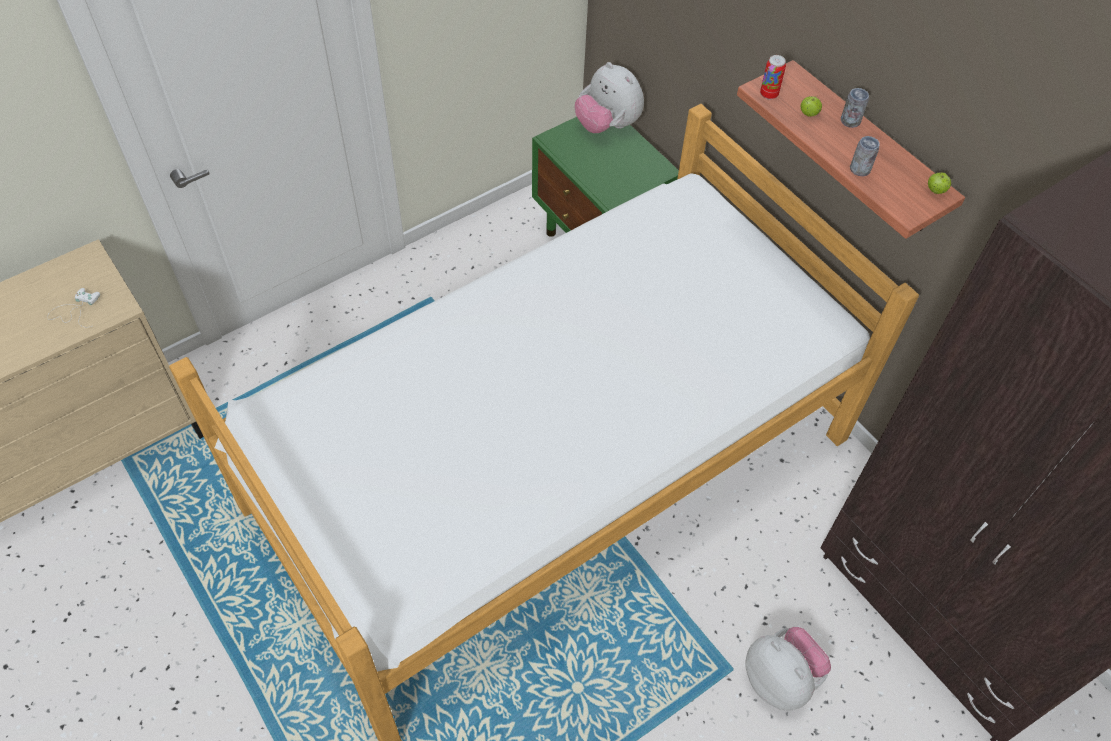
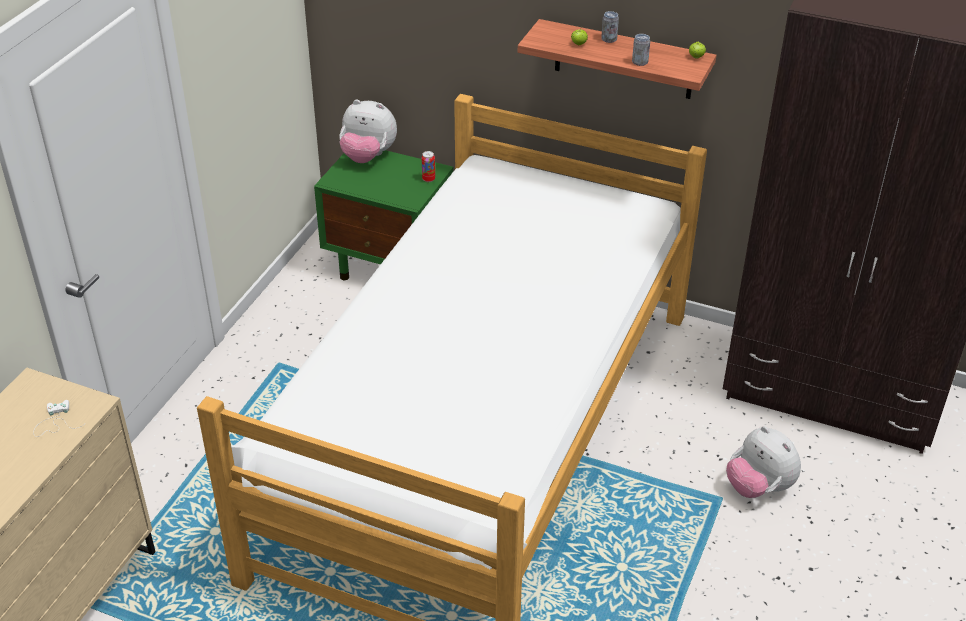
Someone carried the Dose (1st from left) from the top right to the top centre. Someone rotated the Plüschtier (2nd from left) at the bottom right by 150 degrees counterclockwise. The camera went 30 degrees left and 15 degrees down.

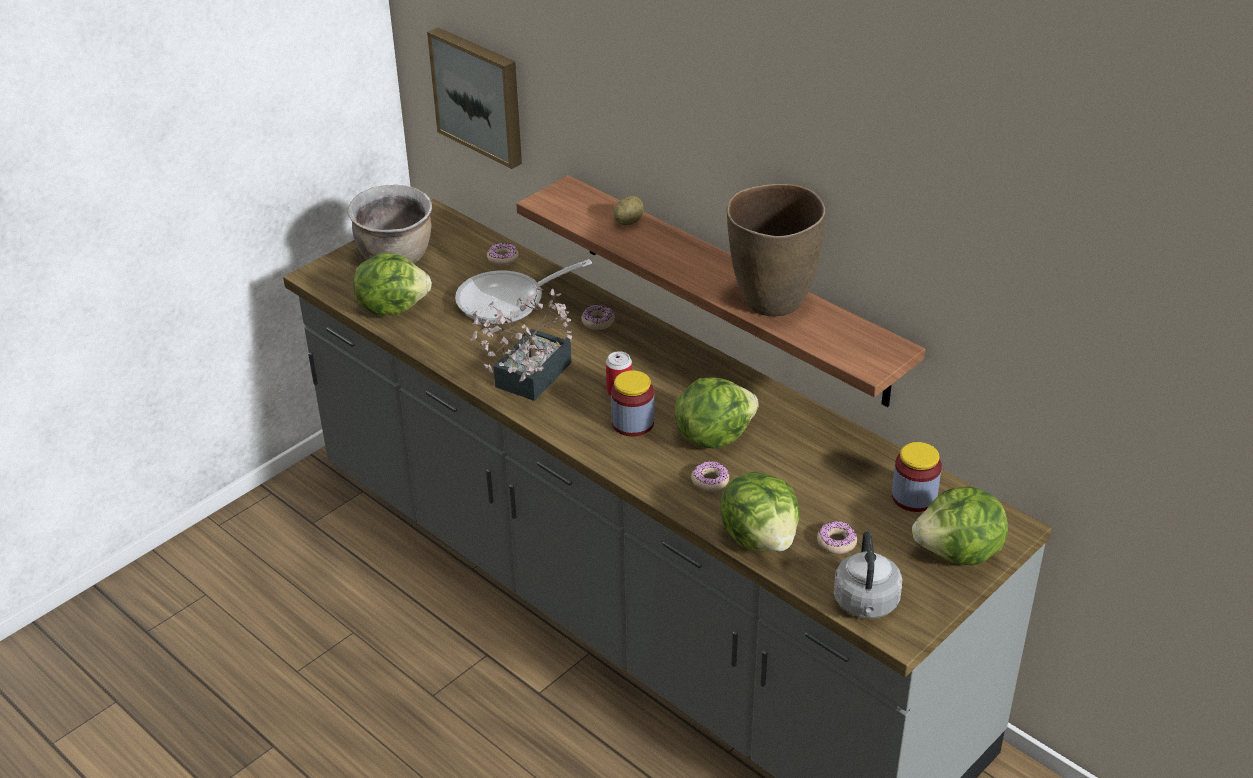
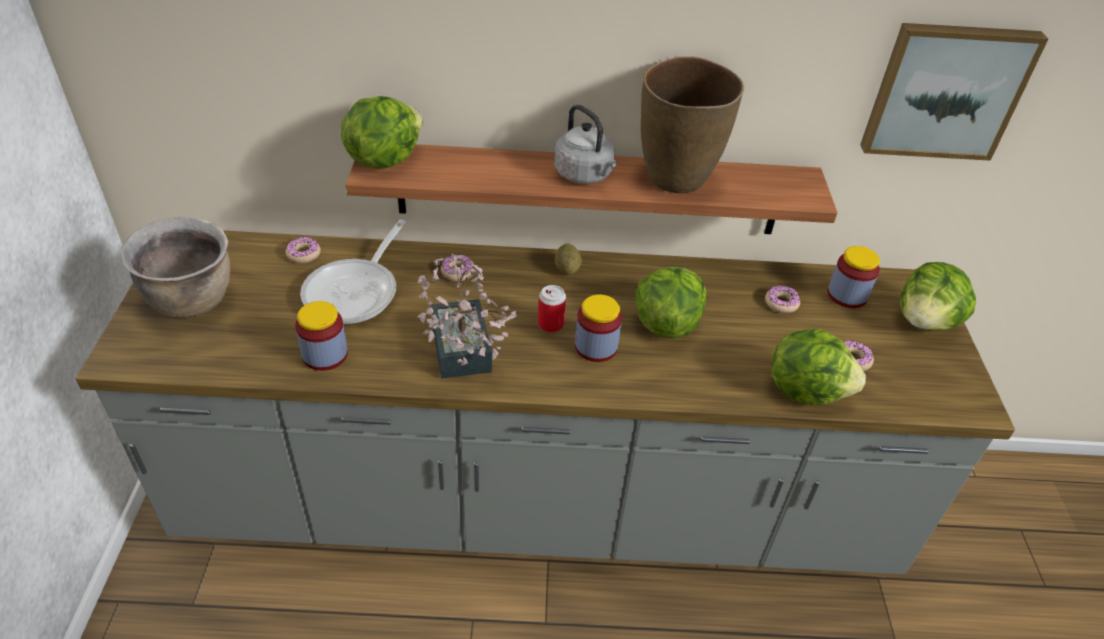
Someone put down the Vorratsglas (1st from left) at the middle left. Someone carried the Salatkopf (1st from left) from the middle left to the top centre. Someone carried the Wasserkessel [grau] from the bottom right to the top centre. Someone carried the Kartoffel from the top centre to the centre. Someone carried the Donut (3rd from left) from the centre to the middle right. Someone carried the Bild from the top centre to the top right. The camera went 45 degrees left and 5 degrees up.

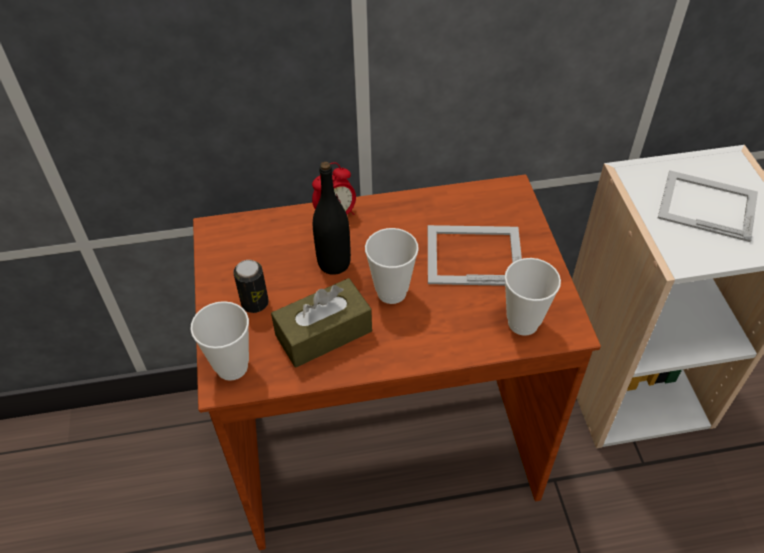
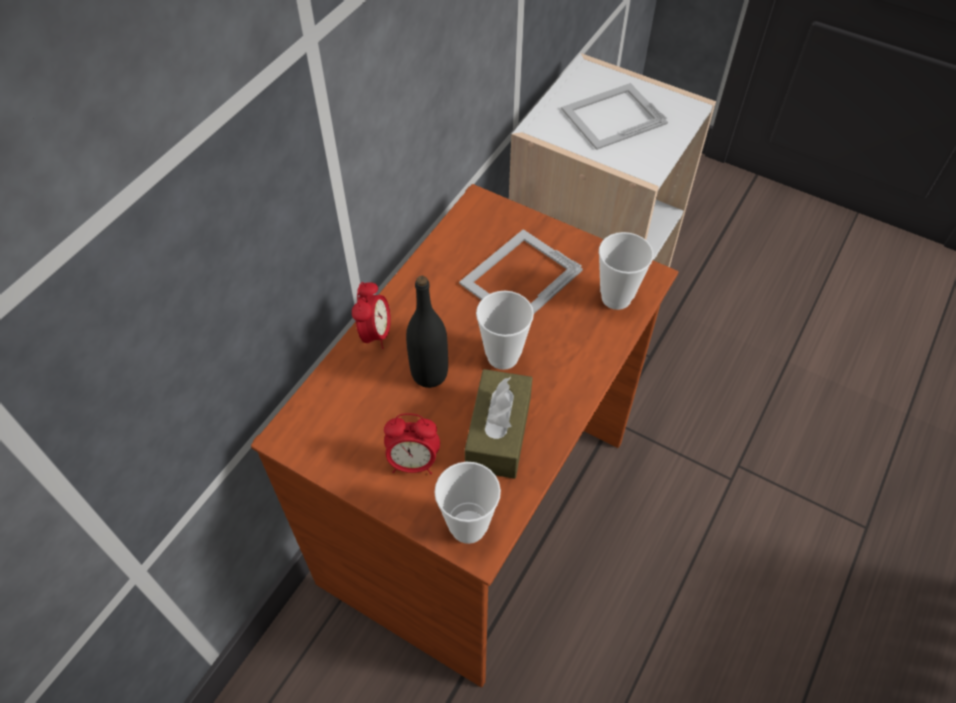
Someone swapped the Dose at the middle left for the Wecker (2nd from left) at the centre. The camera went 50 degrees left and 5 degrees up.

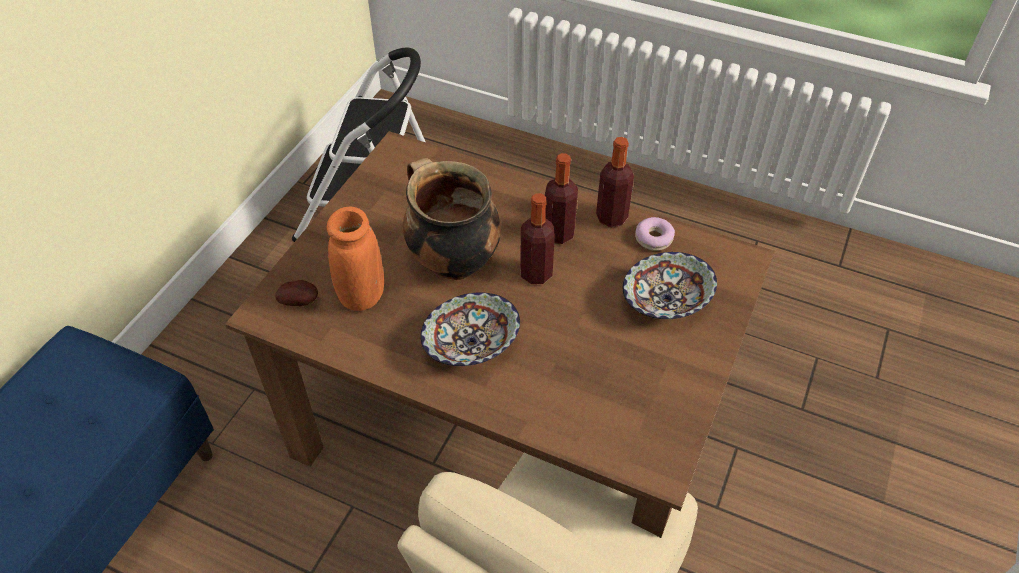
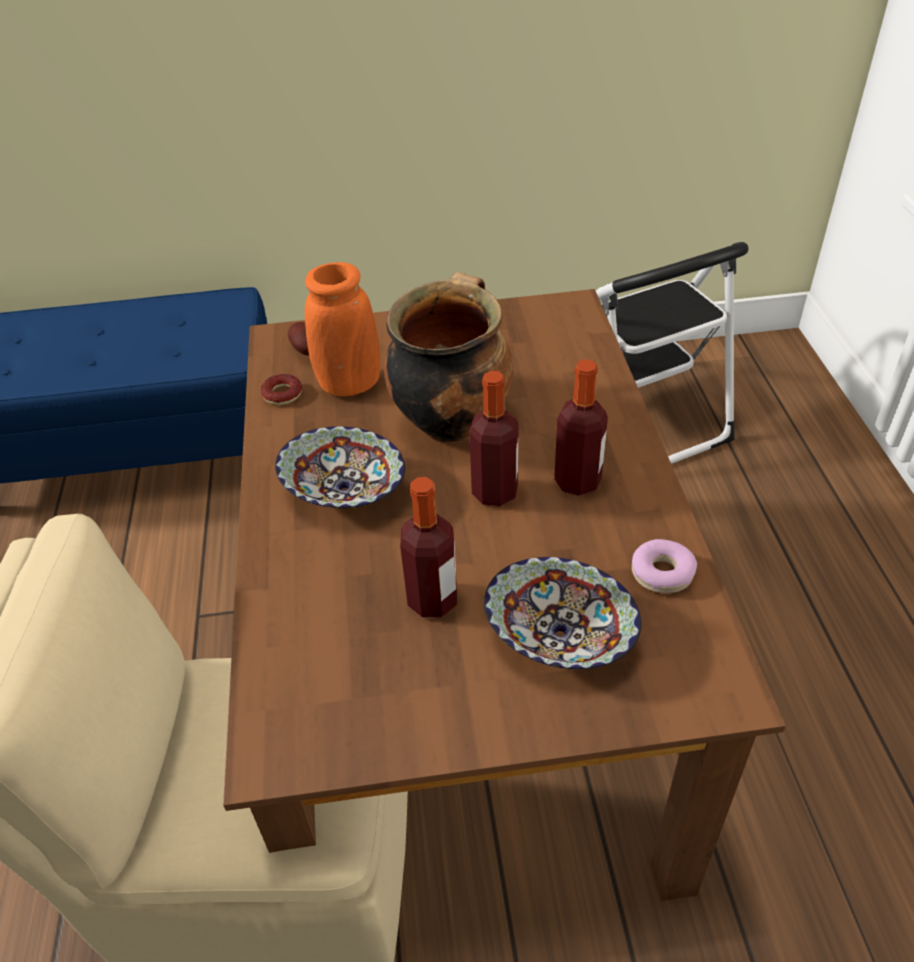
Someone put down the Donut (1st from left) at the middle left. Someone carried the Flasche (3rd from left in the first image) from the top centre to the centre. The camera went 60 degrees right and 5 degrees down.

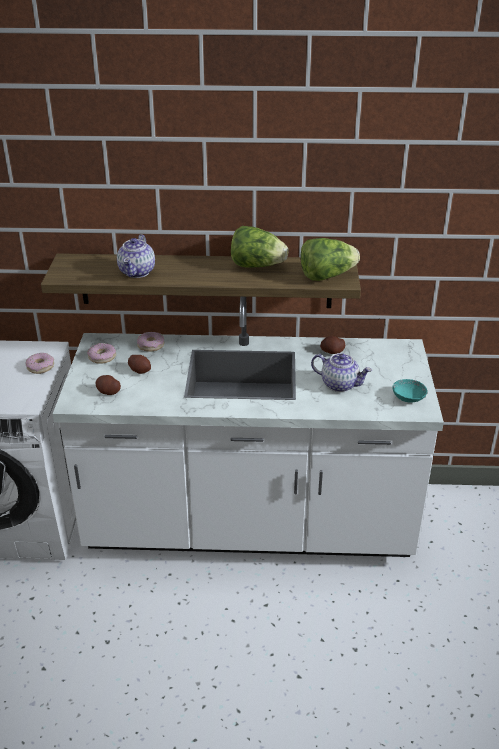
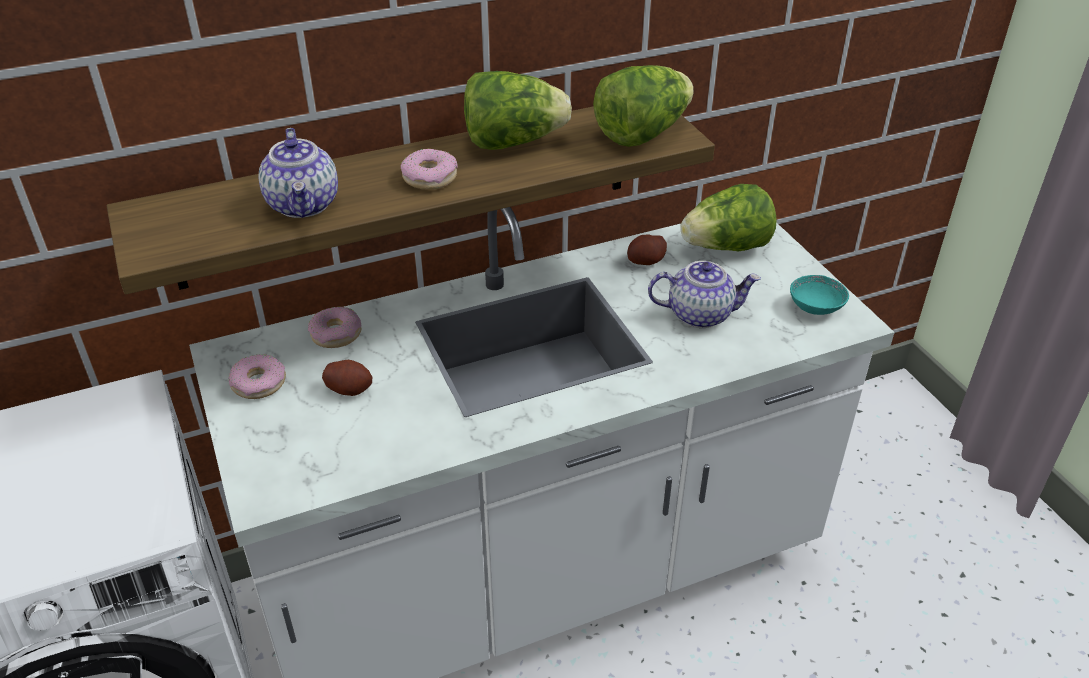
Someone carried the Donut (1st from left in the first image) from the middle left to the top centre. Someone put down the Salatkopf (3rd from left) at the top right. Someone took away the Kartoffel (1st from left) at the middle left. The camera went 25 degrees left and 5 degrees up.

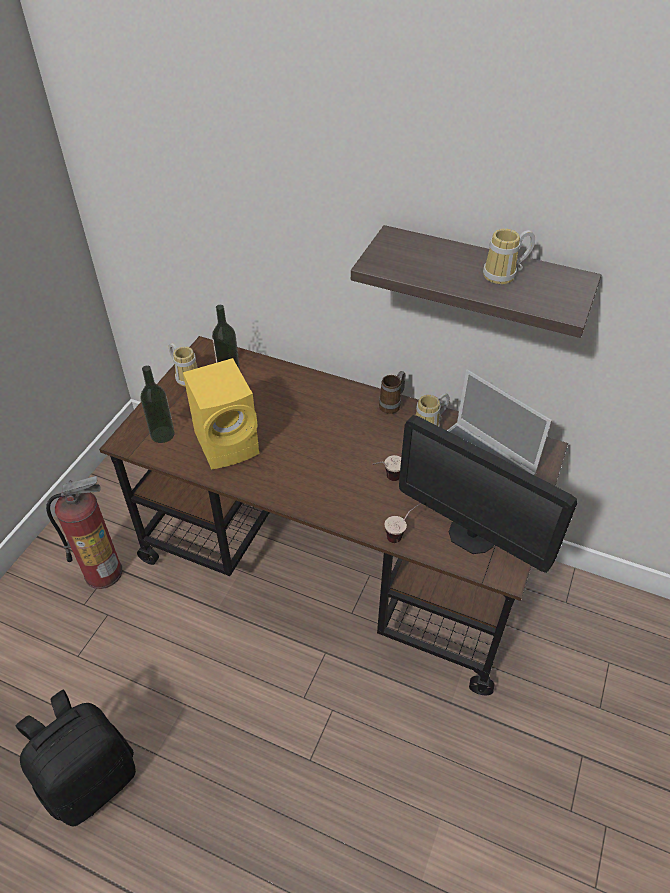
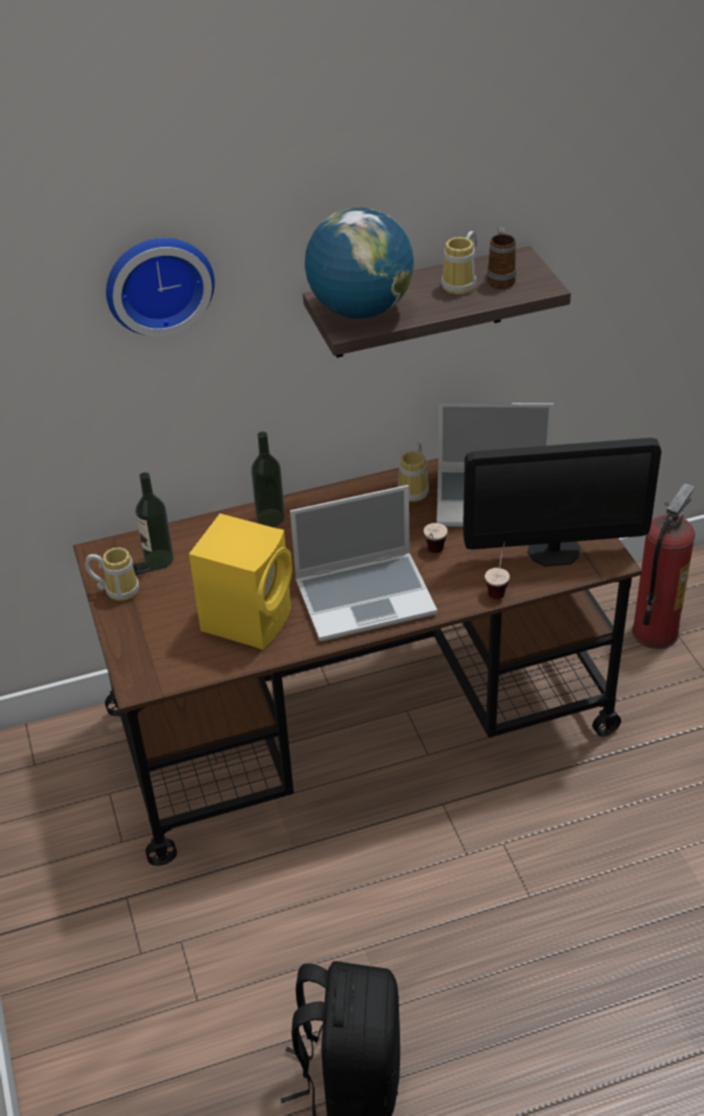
Someone put up the Wanduhr at the top left. Someone carried the Flasche (1st from left in the first image) from the middle left to the centre. Someone put down the Laptop (1st from left) at the centre. Someone put down the Globus at the top centre. Someone carried the Henkelbecher (2nd from left in the first image) from the centre to the top right. Someone carried the Feuerlöscher from the middle left to the middle right. The camera went 40 degrees left and 5 degrees down.

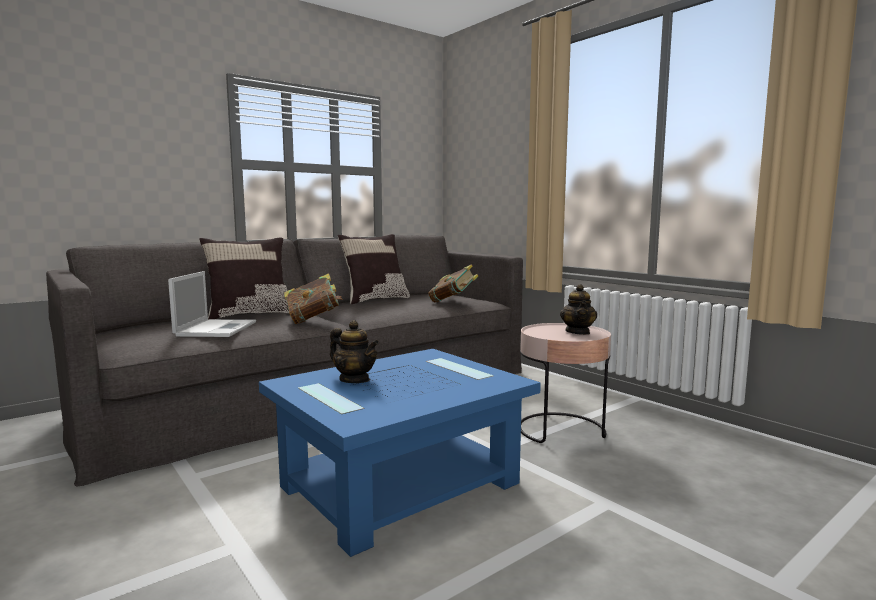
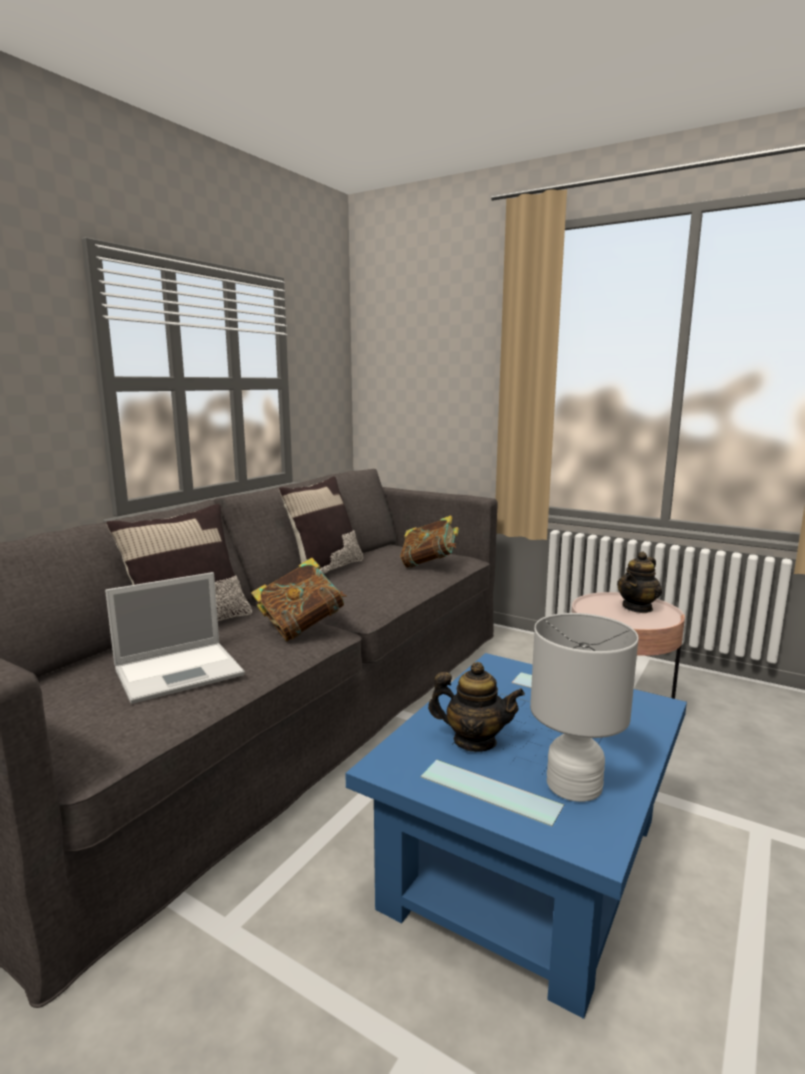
Someone rotated the Laptop at the middle left by 75 degrees clockwise. Someone put down the Tischlampe [grau] at the middle right. Someone rotated the Teekanne (2nd from left) at the centre by 60 degrees clockwise. The camera went 20 degrees left and 5 degrees up.

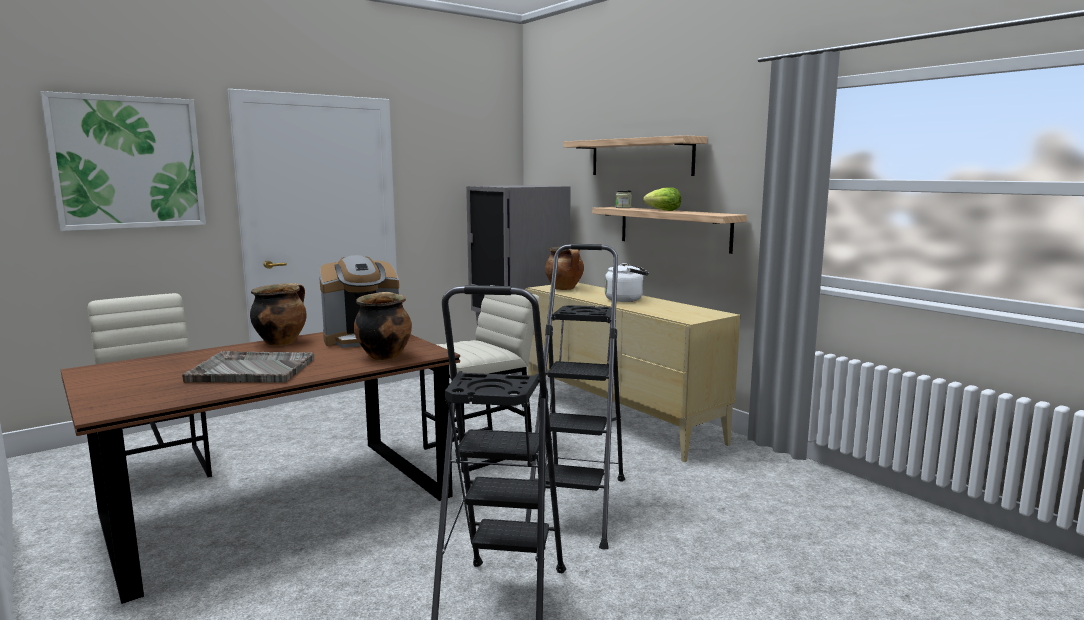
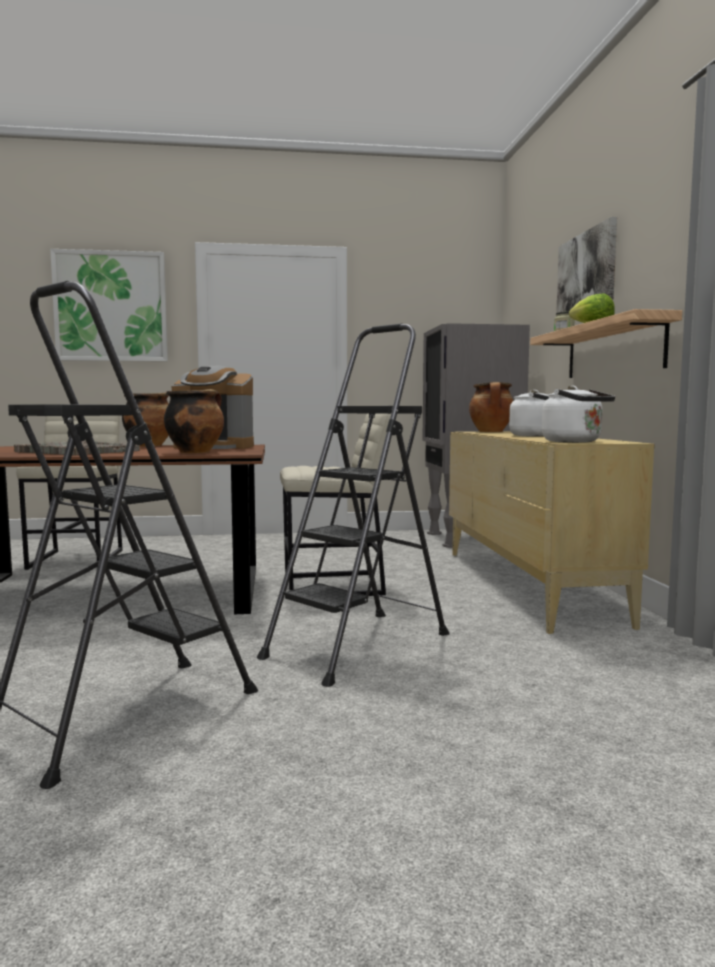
Someone put down the Wasserkessel [weiß] (2nd from left) at the middle right. Someone swapped the Wandregal (1st from left) at the top centre for the Bild (2nd from left) at the top right. The camera went 30 degrees right and 5 degrees down.

